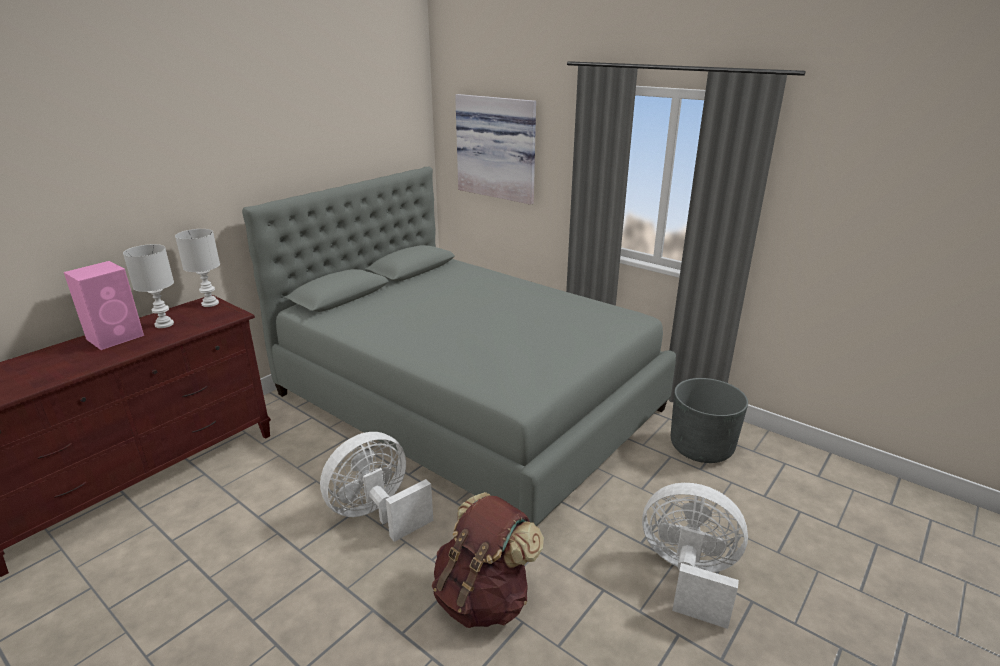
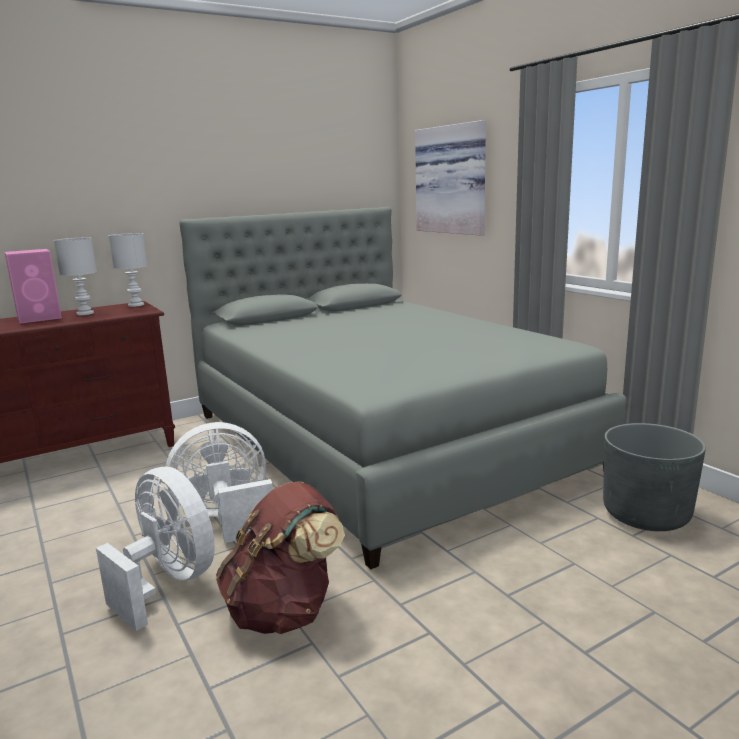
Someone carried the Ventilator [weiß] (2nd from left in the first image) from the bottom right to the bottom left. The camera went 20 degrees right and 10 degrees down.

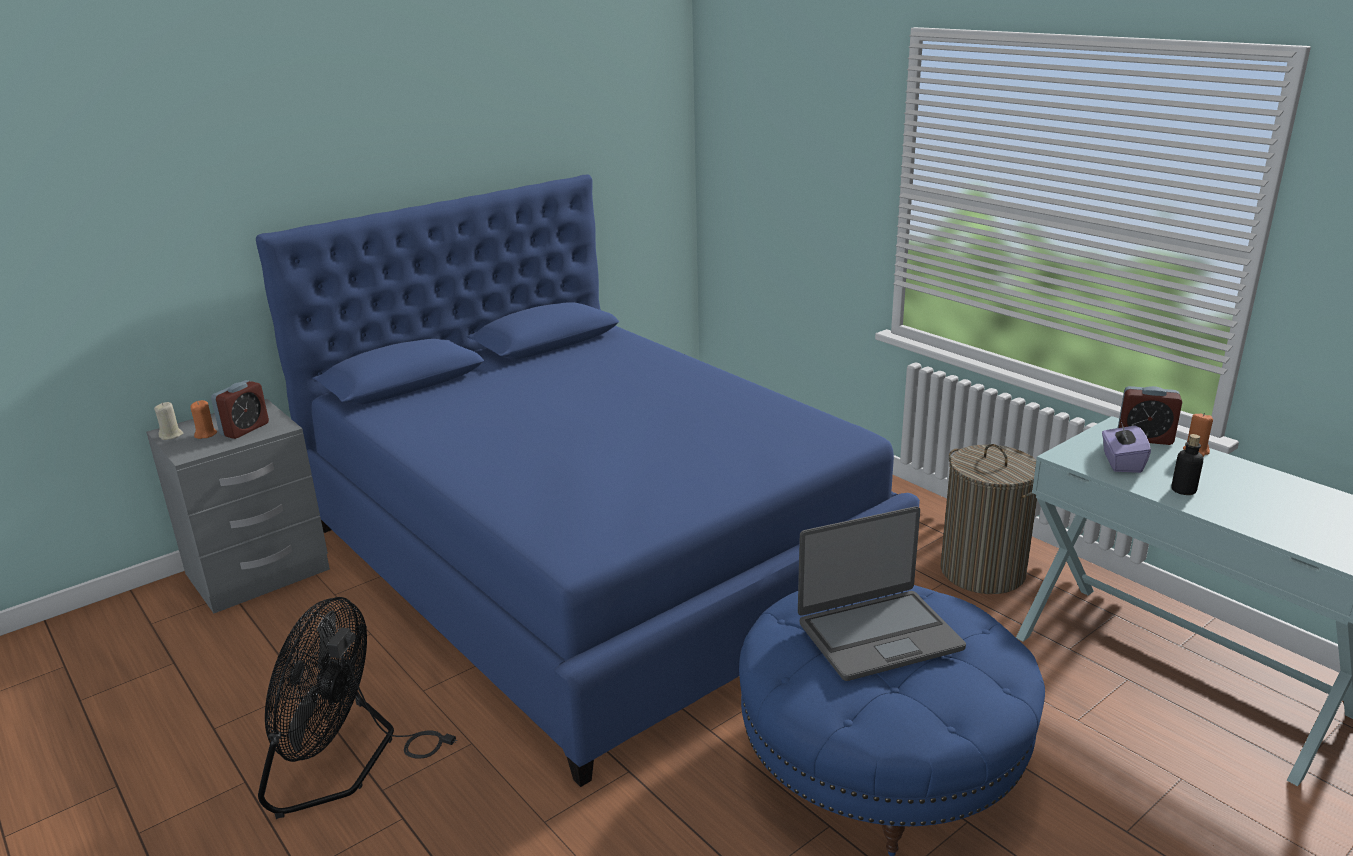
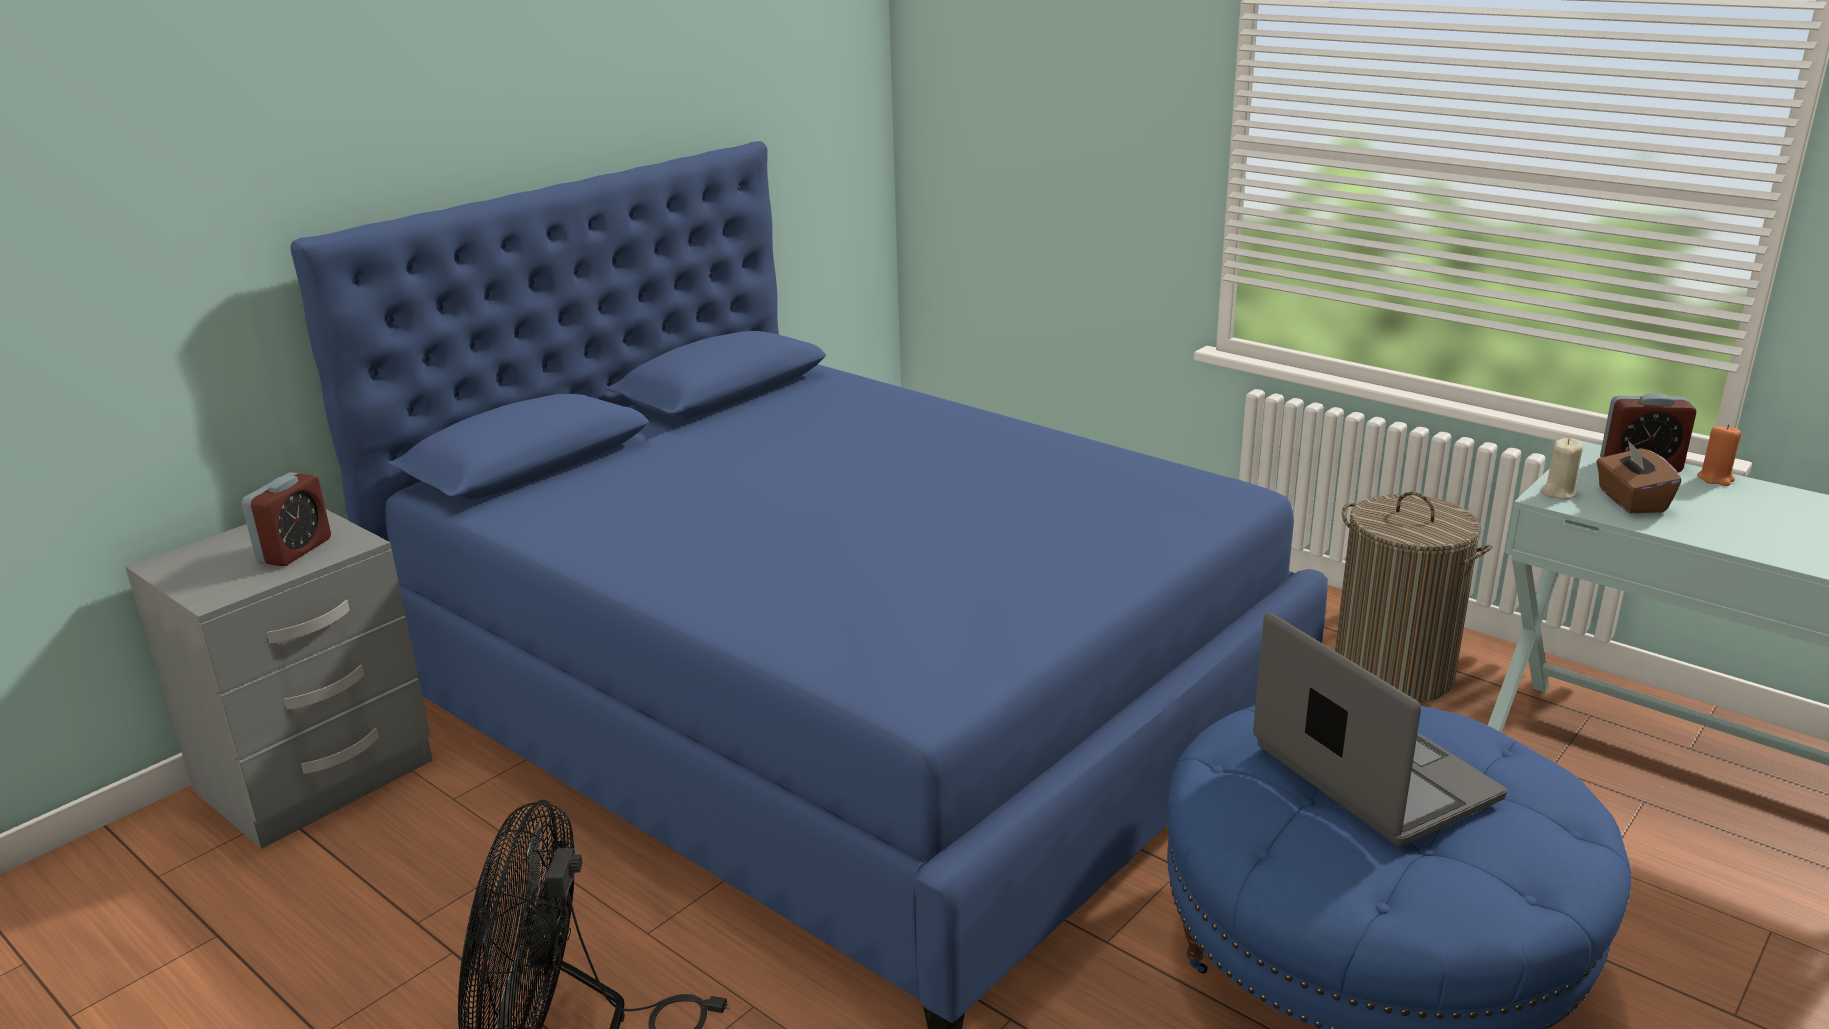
Someone rotated the Laptop at the bottom centre by 90 degrees counterclockwise. Someone carried the Kerze [beige] from the middle left to the middle right. Someone repainted the Taschentuchbox [lila] at the middle right, which became the Taschentuchbox [braun] at the middle right. Someone took away the Kerze [orange] (1st from left) at the middle left. Someone took away the Flasche at the middle right. The camera went 10 degrees left and 0 degrees up.

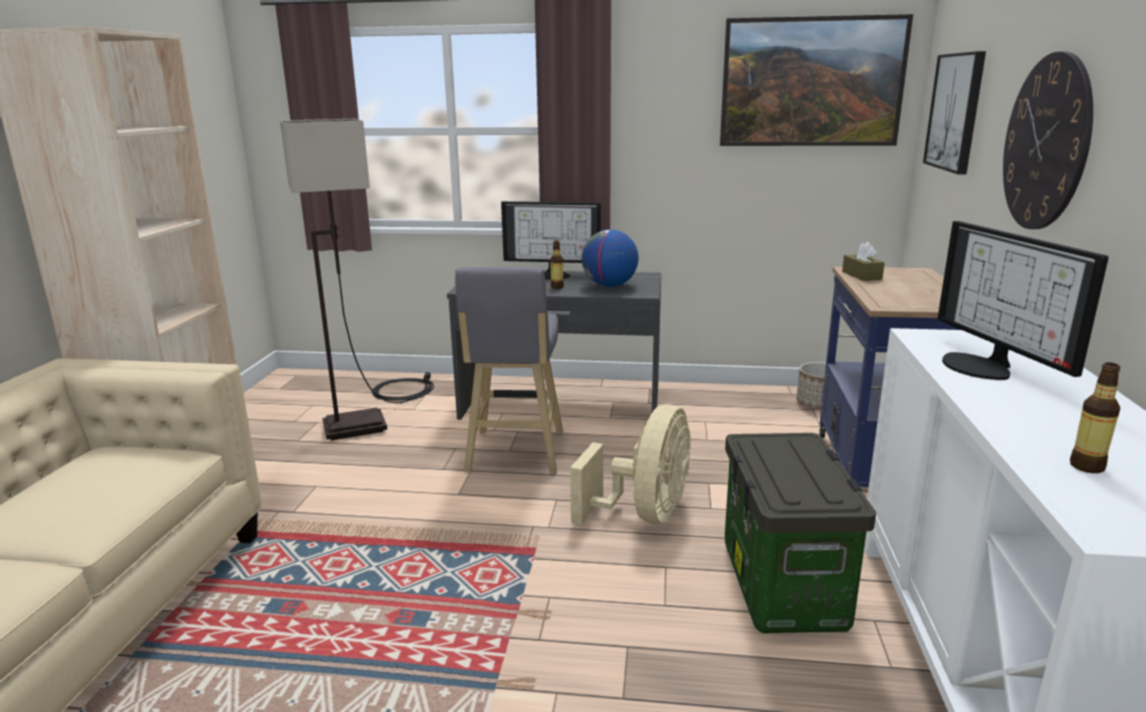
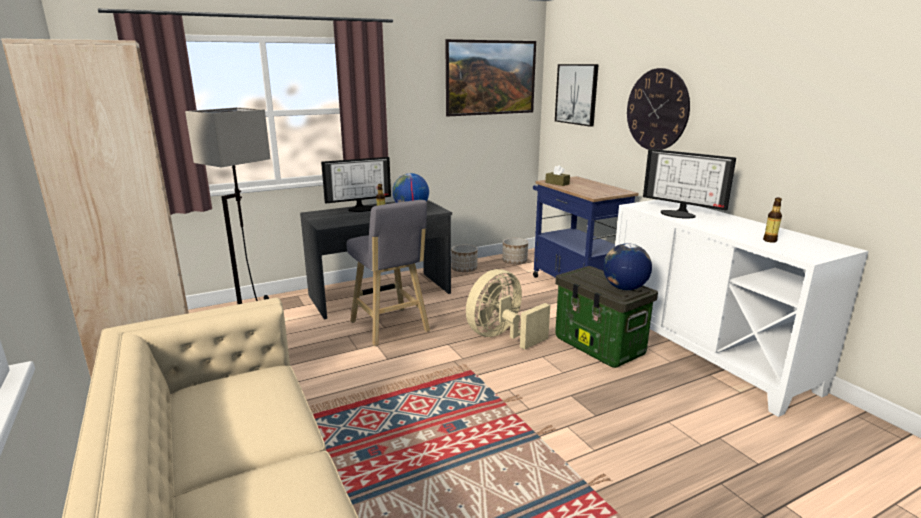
Someone put down the Pflanzkübel (1st from left) at the centre. Someone rotated the Ventilator [beige] at the centre by 120 degrees counterclockwise. Someone put down the Globus (2nd from left) at the middle right. The camera went 35 degrees left and 0 degrees up.

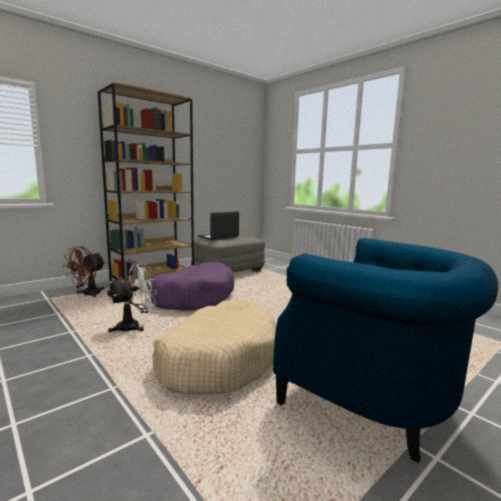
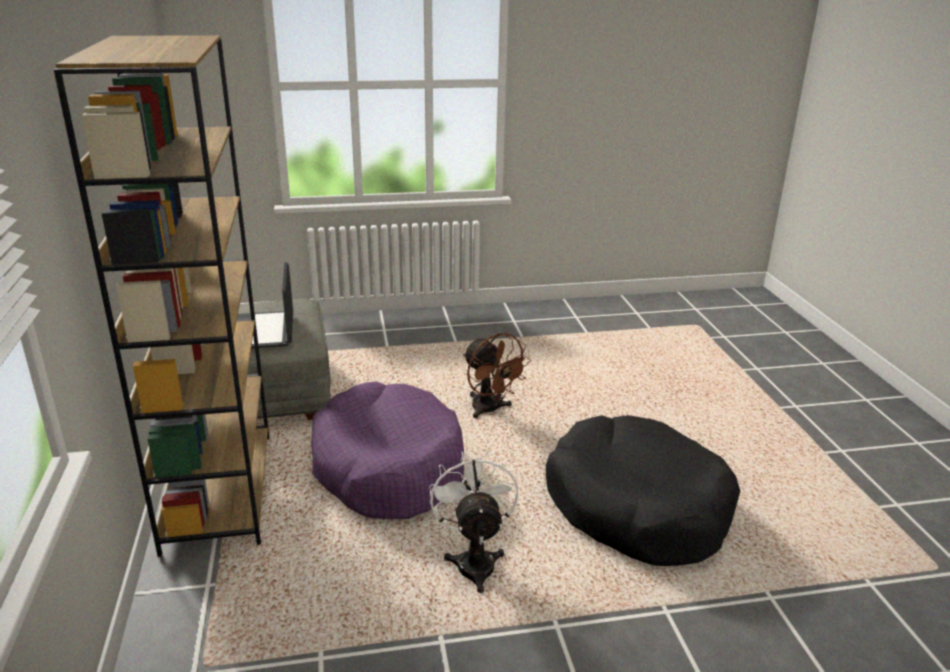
Someone carried the Ventilator [braun] from the middle left to the centre. Someone repainted the Hundebett [beige] at the bottom centre, which became the Hundebett [schwarz] at the bottom right. Someone took away the Sessel [blau] at the bottom right. The camera went 60 degrees left and 15 degrees up.

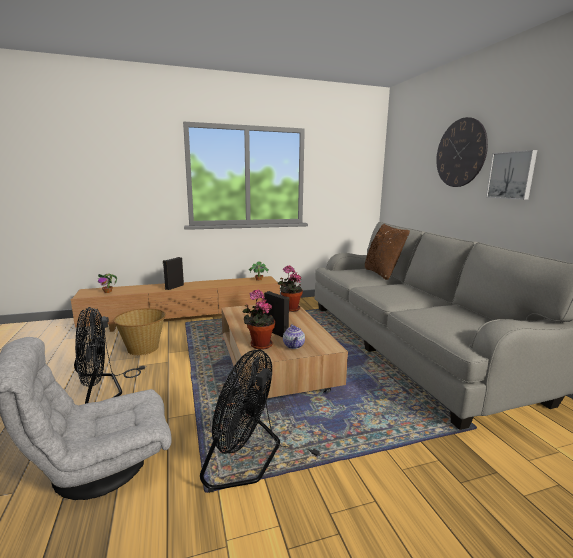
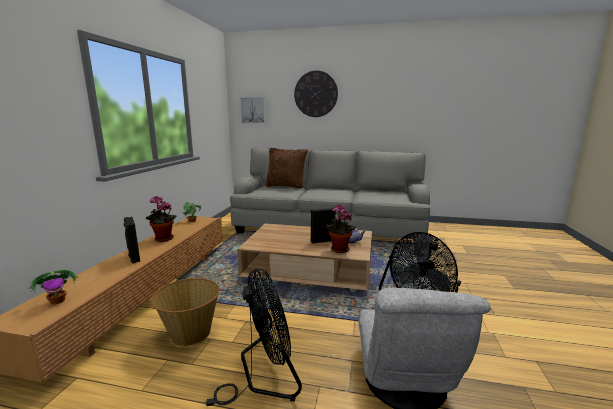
Someone carried the Topfpflanze (4th from left in the first image) from the centre to the middle left. Someone rotated the Ventilator [schwarz] (1st from left) at the middle left by 105 degrees counterclockwise. Someone carried the Bild from the top right to the top centre. The camera went 60 degrees left and 0 degrees up.

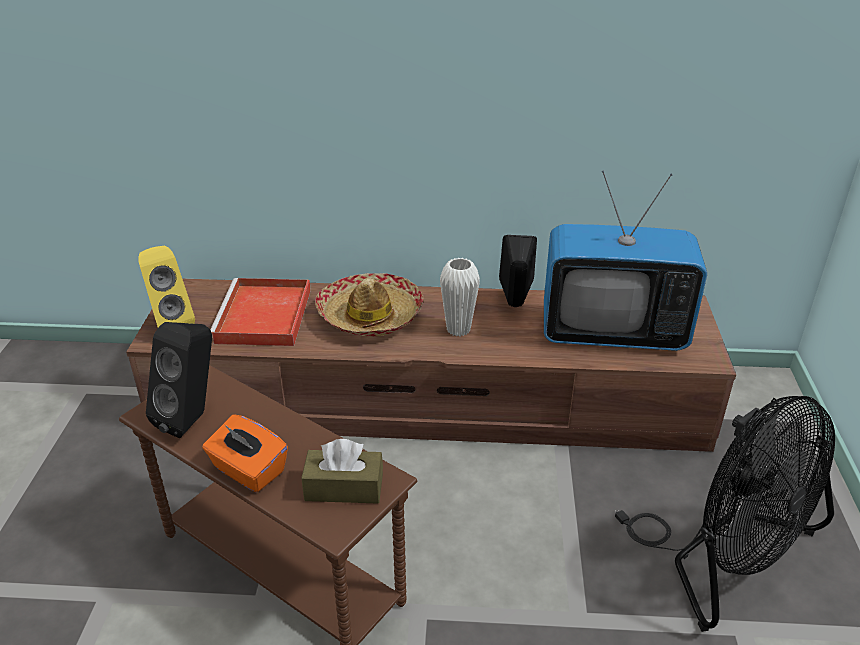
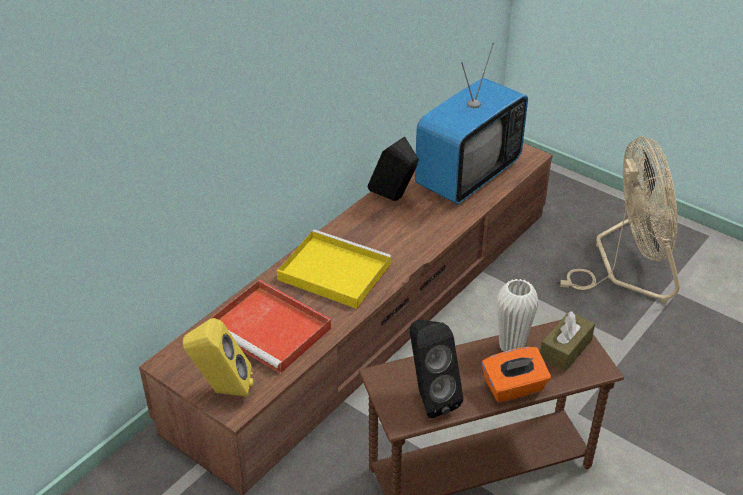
Someone swapped the Hut at the centre for the Tablett [gelb] at the centre. Someone carried the Vase [weiß] from the centre to the middle right. Someone repainted the Ventilator [schwarz] at the bottom right, which became the Ventilator [beige] at the middle right. The camera went 55 degrees left and 5 degrees up.

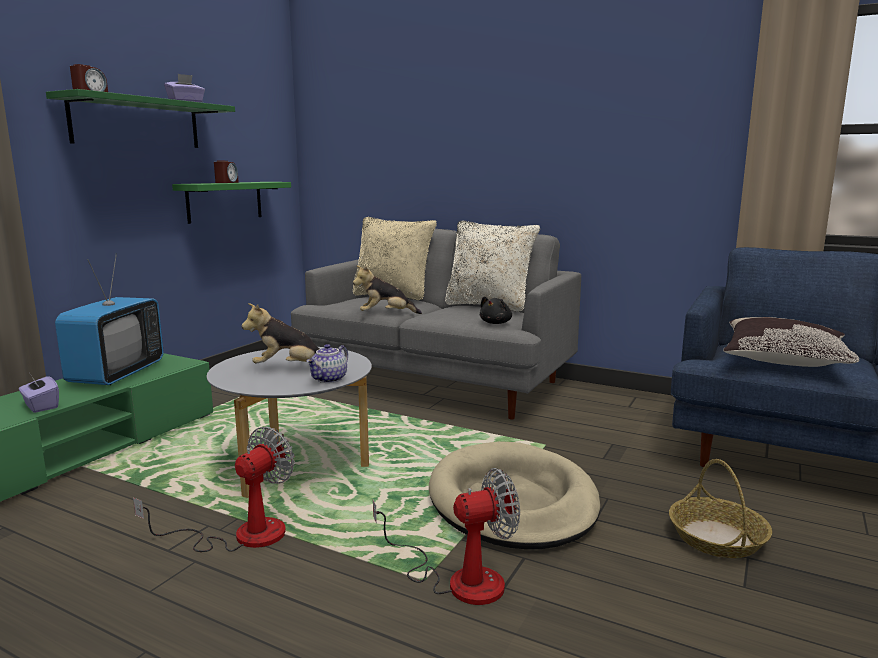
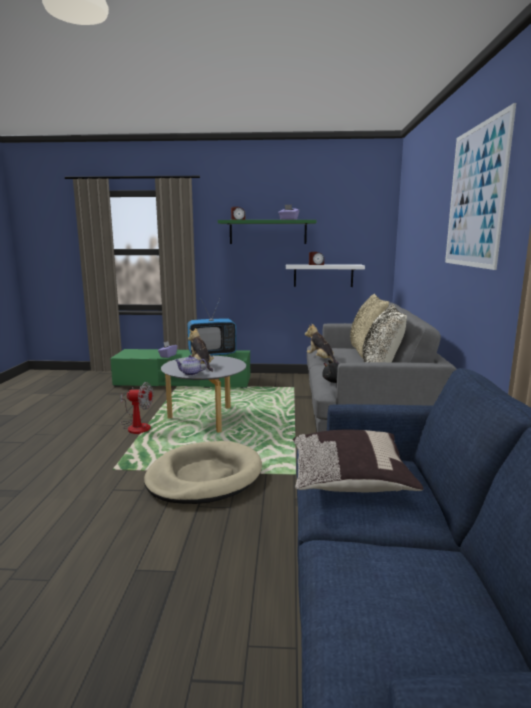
Someone repainted the Wandregal [grün] (2nd from left) at the top left, which became the Wandregal [weiß] at the centre. Someone put up the Bild at the top right. Someone took away the Ventilator (2nd from left) at the bottom centre. Someone took away the Korb at the bottom right. The camera went 65 degrees right and 0 degrees up.

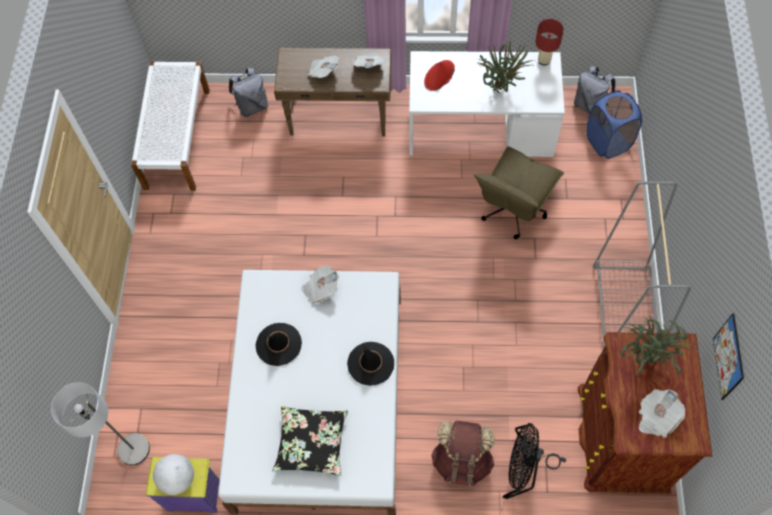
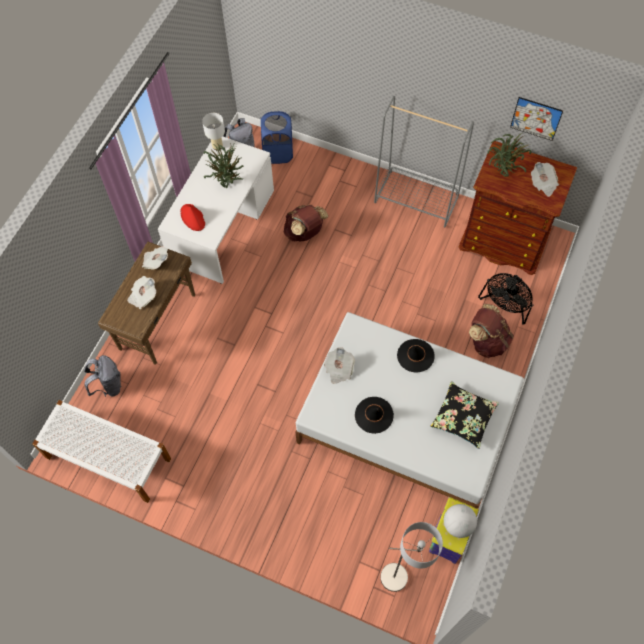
Someone repainted the Tischlampe [rot] at the top right, which became the Tischlampe [weiß] at the top left. Someone swapped the Bürostuhl [beige] at the middle right for the Rucksack [braun] (1st from left) at the centre. The camera went 70 degrees left and 0 degrees up.

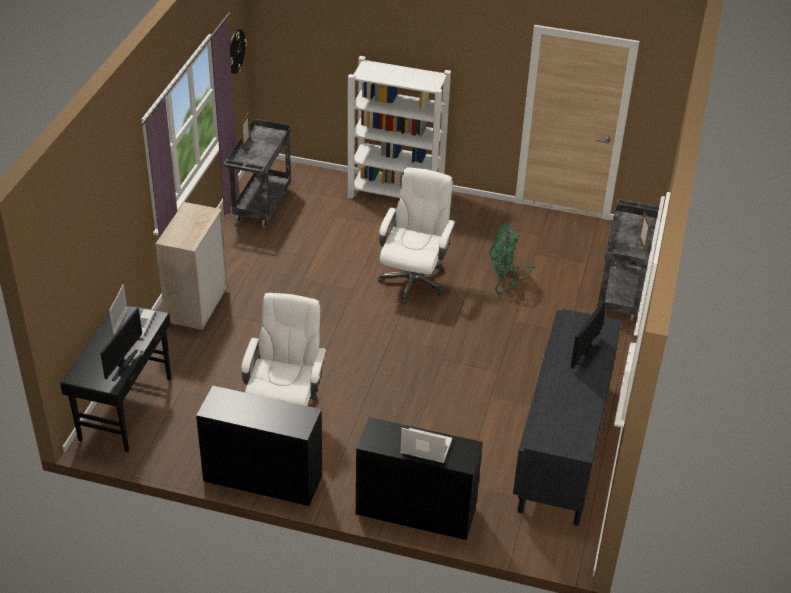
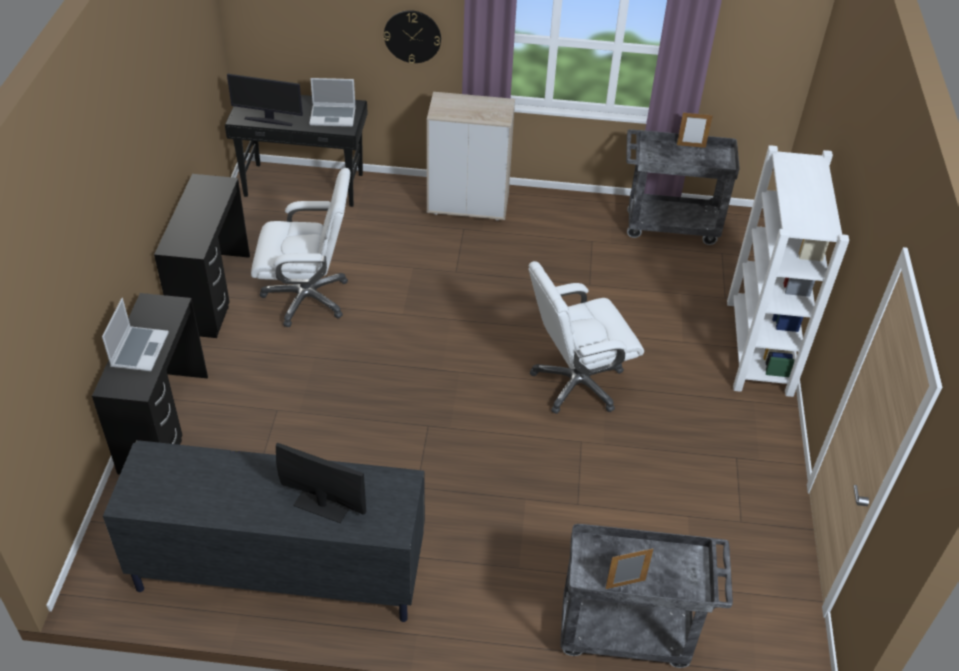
Someone carried the Wanduhr from the top left to the top centre. Someone rotated the Bürostuhl [weiß] (2nd from left) at the centre by 150 degrees clockwise. Someone took away the Ventilator [grün] at the centre. The camera went 80 degrees right and 5 degrees up.

